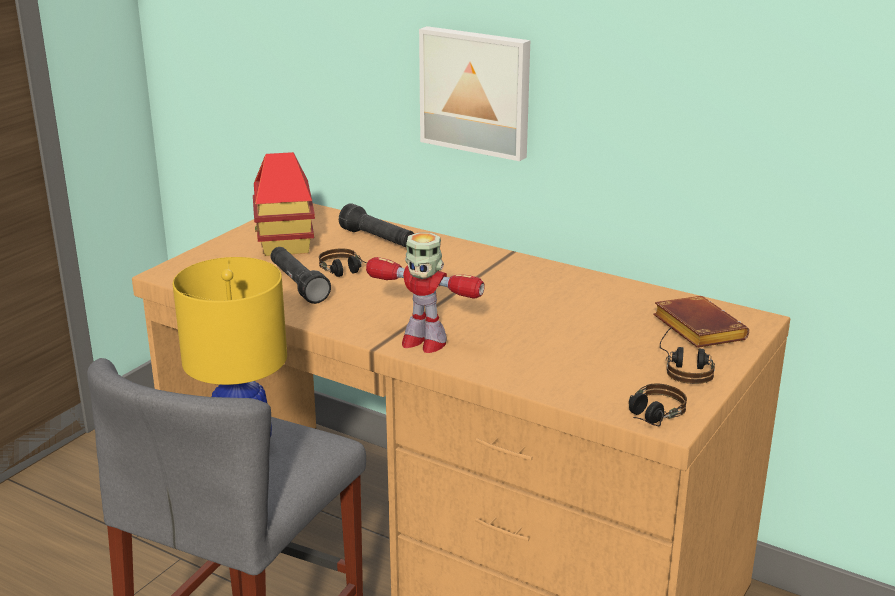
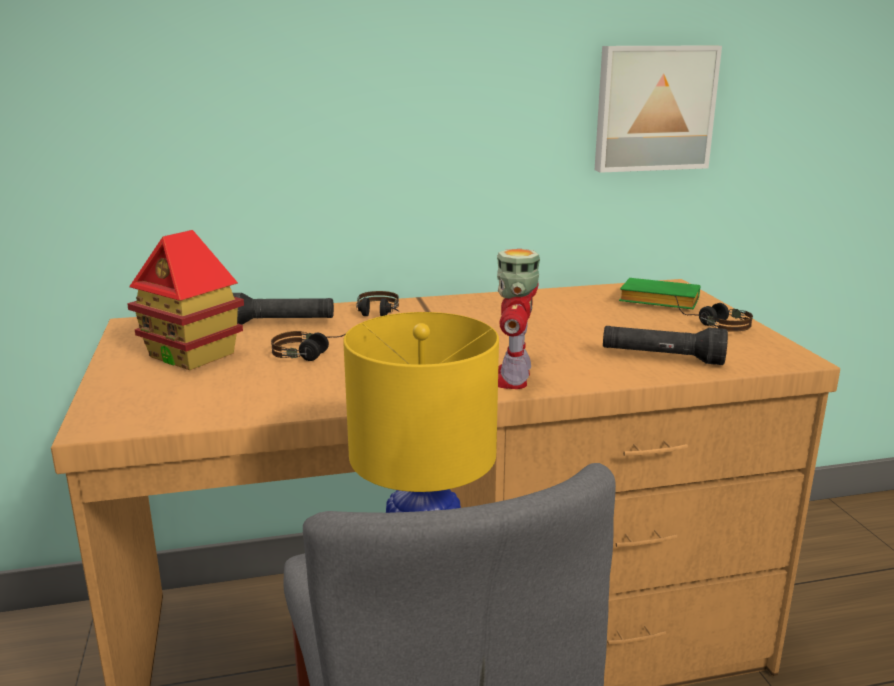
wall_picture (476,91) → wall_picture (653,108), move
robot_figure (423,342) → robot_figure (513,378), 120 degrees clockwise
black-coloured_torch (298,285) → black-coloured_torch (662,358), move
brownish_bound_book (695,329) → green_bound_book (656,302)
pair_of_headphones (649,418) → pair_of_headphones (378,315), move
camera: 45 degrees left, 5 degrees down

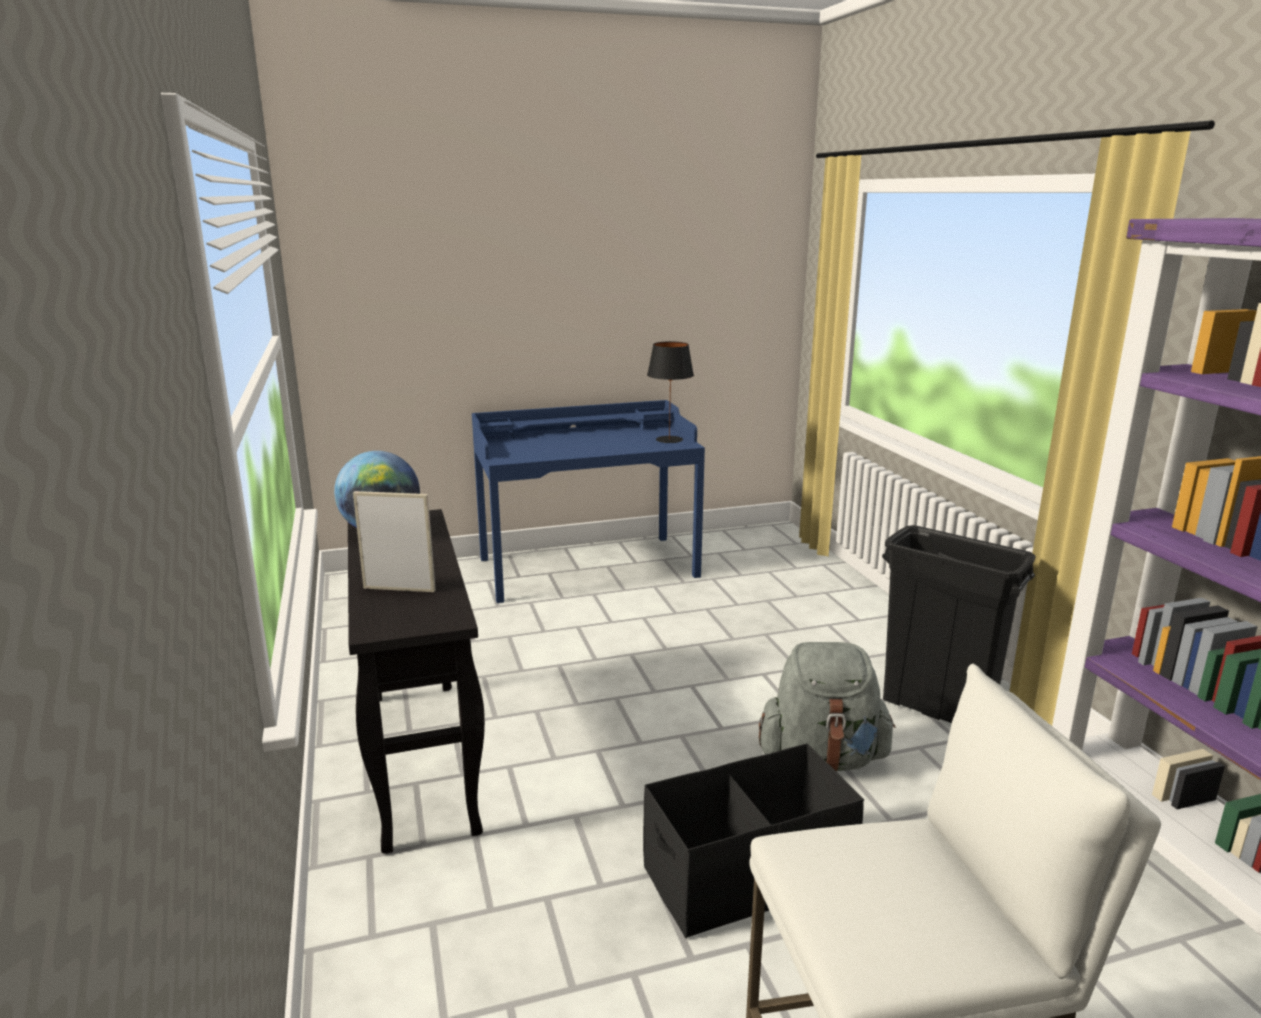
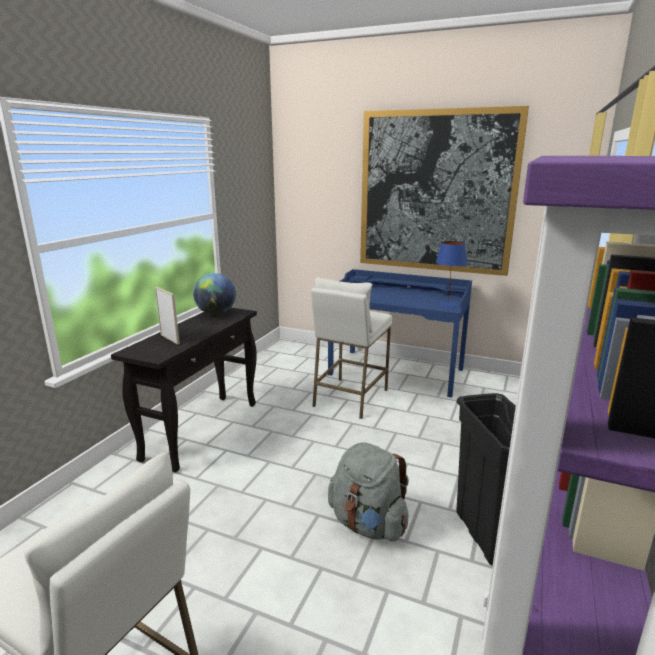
black-coloured_tabletop_lamp (669,439) → bluish_tabletop_lamp (448,304)
black-coloured_storage_bin (747,875) → -
- → wall_picture (436,192)
- → white-coloured_stool_seat (350,398)
camera: 40 degrees right, 0 degrees up

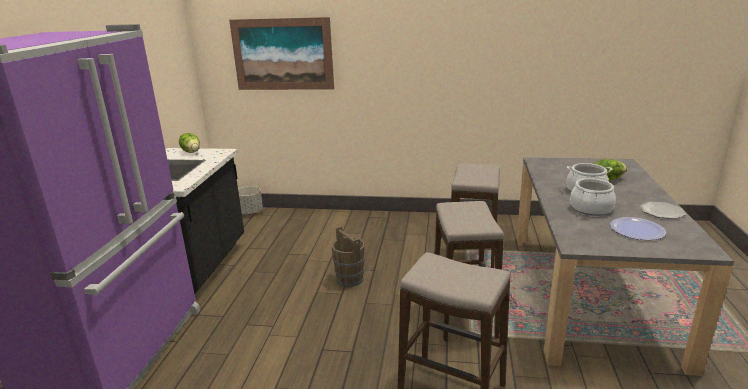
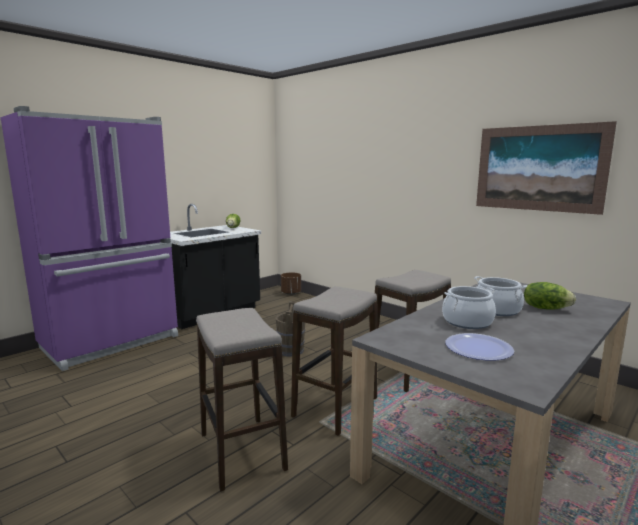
wall_picture (282,54) → wall_picture (538,168), move
greyish_flower_pot (251,212) → brownish_flower_pot (291,293)
dinner_plate (662,211) → -
camera: 35 degrees right, 10 degrees down

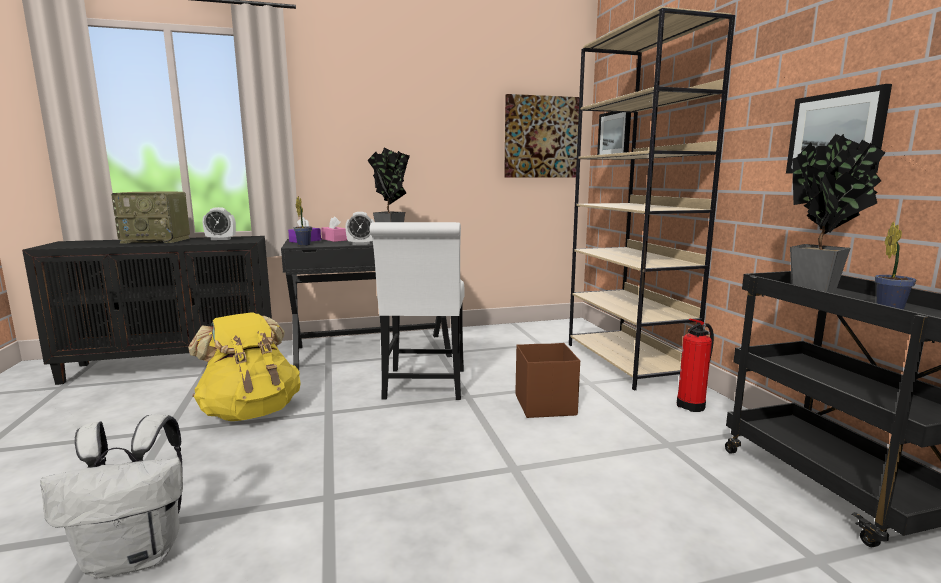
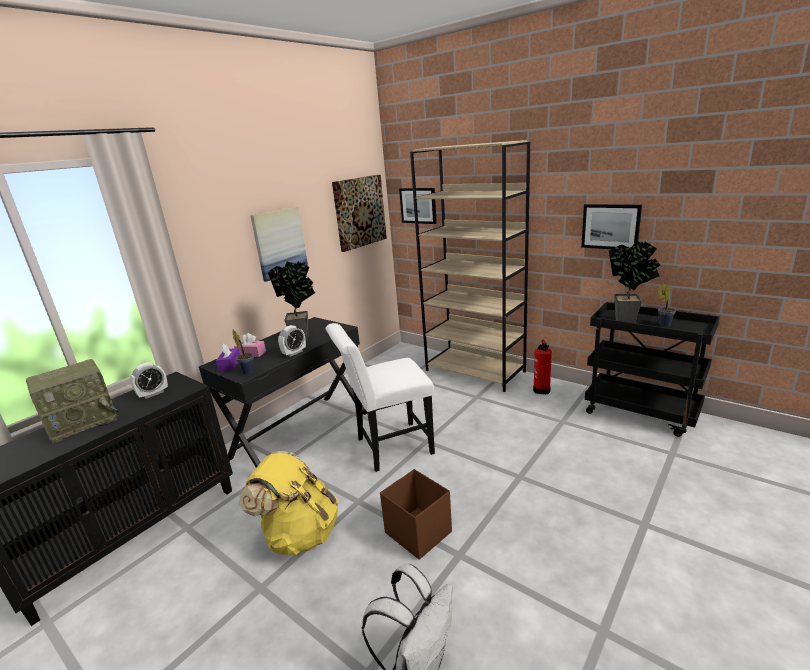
white-coloured_chair (424,387) → white-coloured_chair (389,447), 105 degrees clockwise
brownish_storage_bin (545,404) → brownish_storage_bin (418,532), move
- → wall_picture (279,243)
camera: 35 degrees left, 10 degrees up

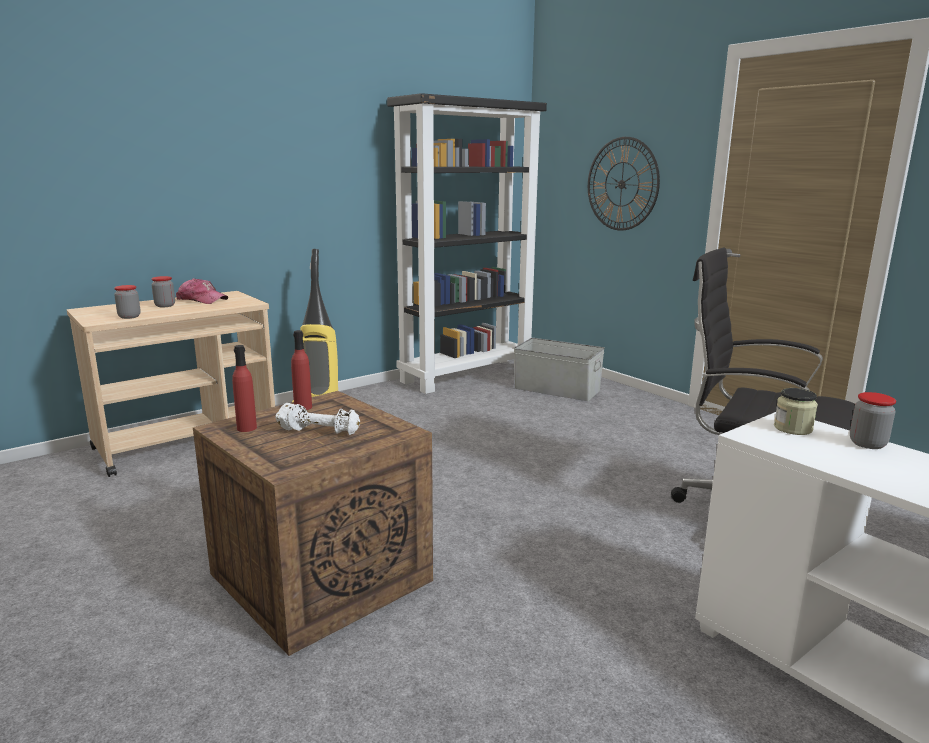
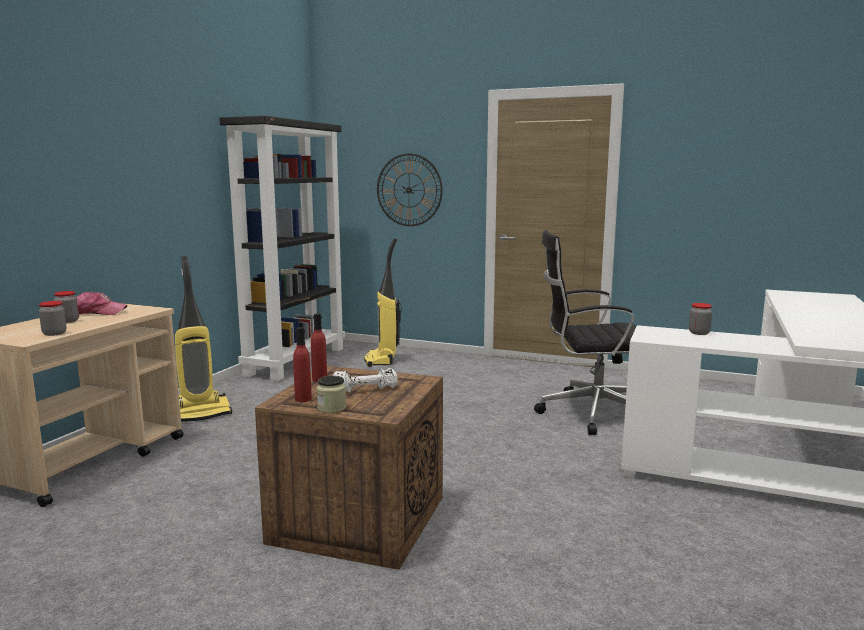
greyish_storage_bin (557,389) → vacuum (381,360)
jar (793,428) → jar (331,408), move
camera: 30 degrees left, 5 degrees down

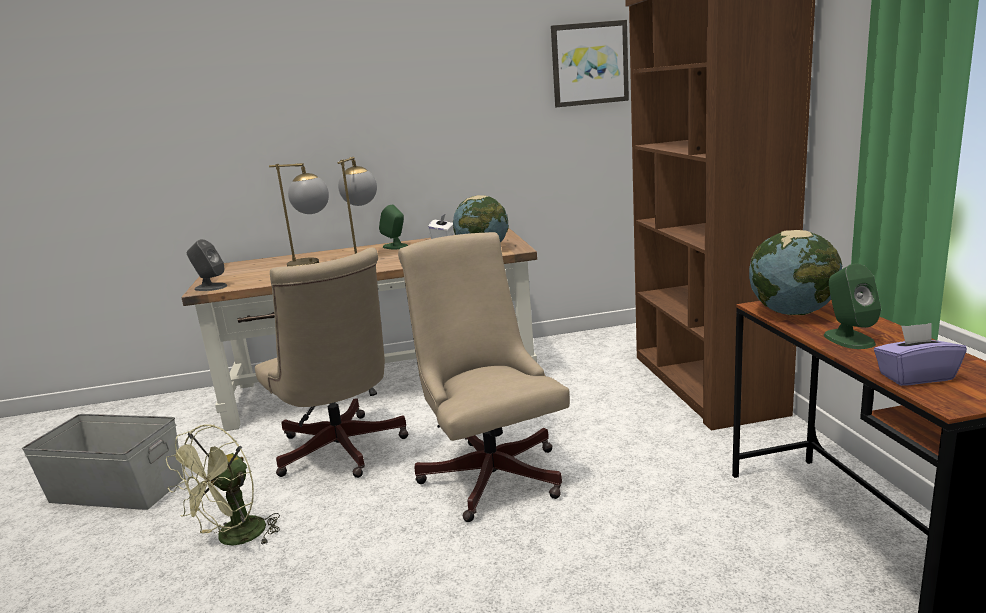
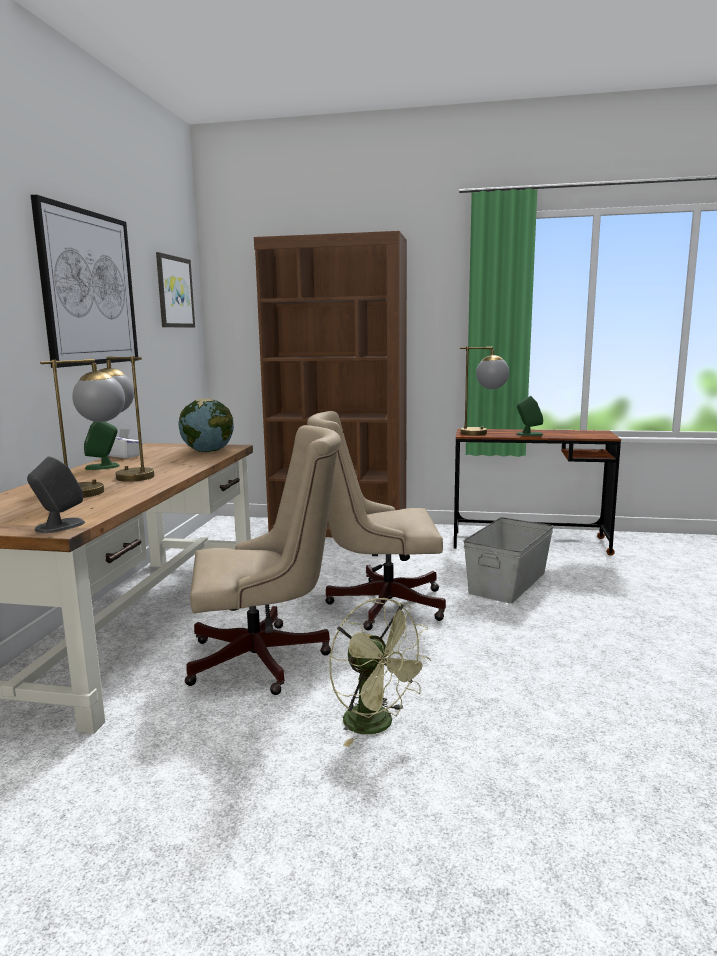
desk_globe (792,312) → tabletop_lamp (483,434)
purplish_tissue_box (915,376) → -
greyish_storage_bin (117,490) → greyish_storage_bin (508,582), move
- → wall_picture (89,288)
camera: 70 degrees left, 5 degrees down

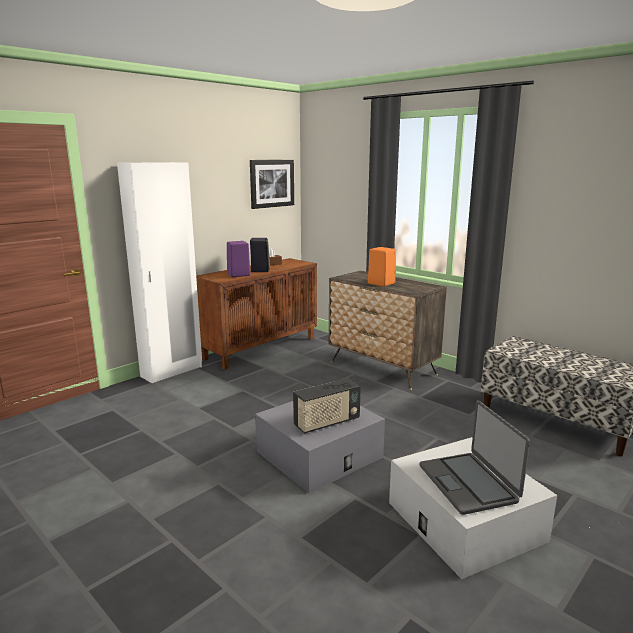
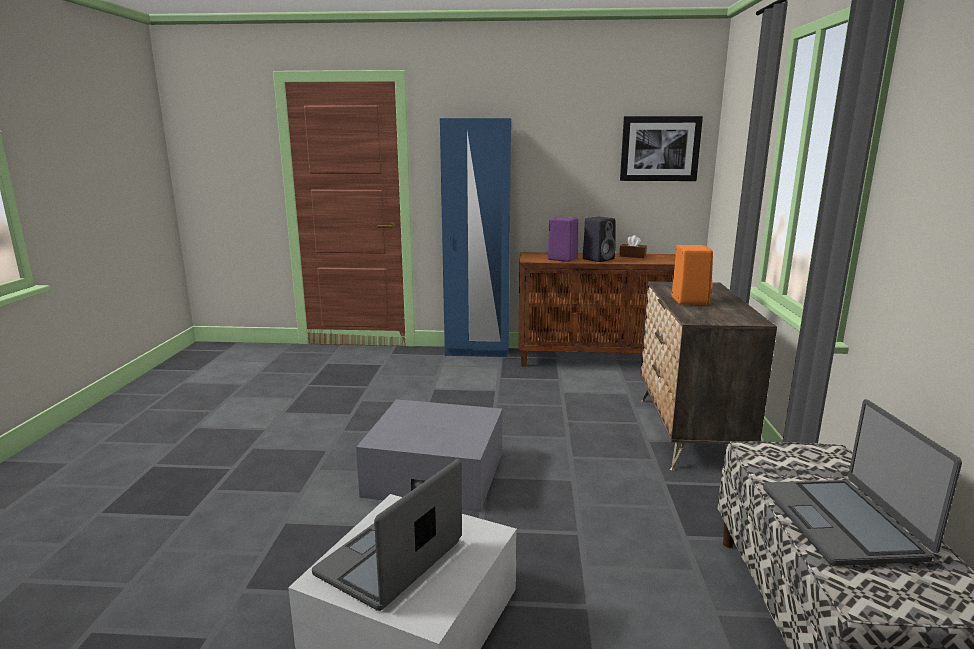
white-coloured_clothes_cupboard (172,371) → bluish_clothes_cupboard (477,352)
radio (327,423) → -
- → notebook_computer (843,522)
camera: 50 degrees right, 0 degrees up

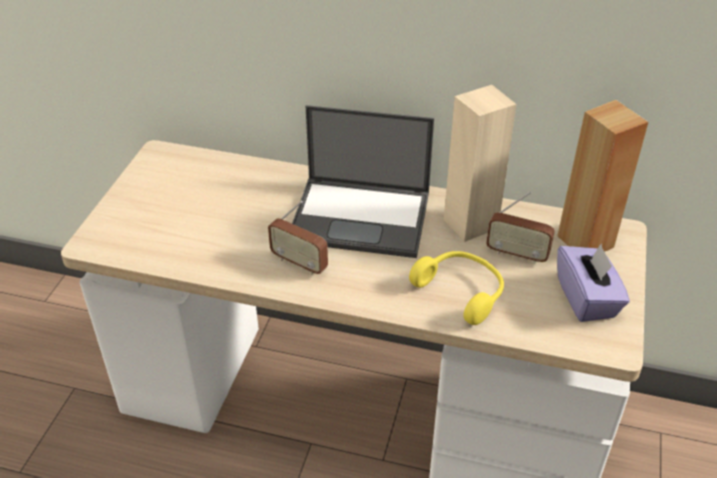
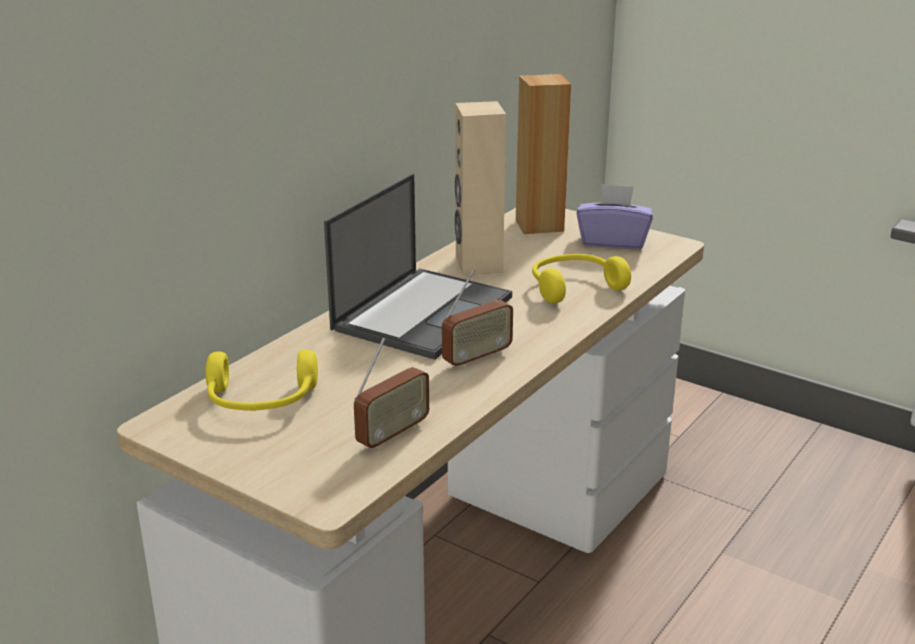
radio (517,254) → radio (392,435), move
- → yellow_pair_of_headphones (260,401)
camera: 70 degrees left, 15 degrees down

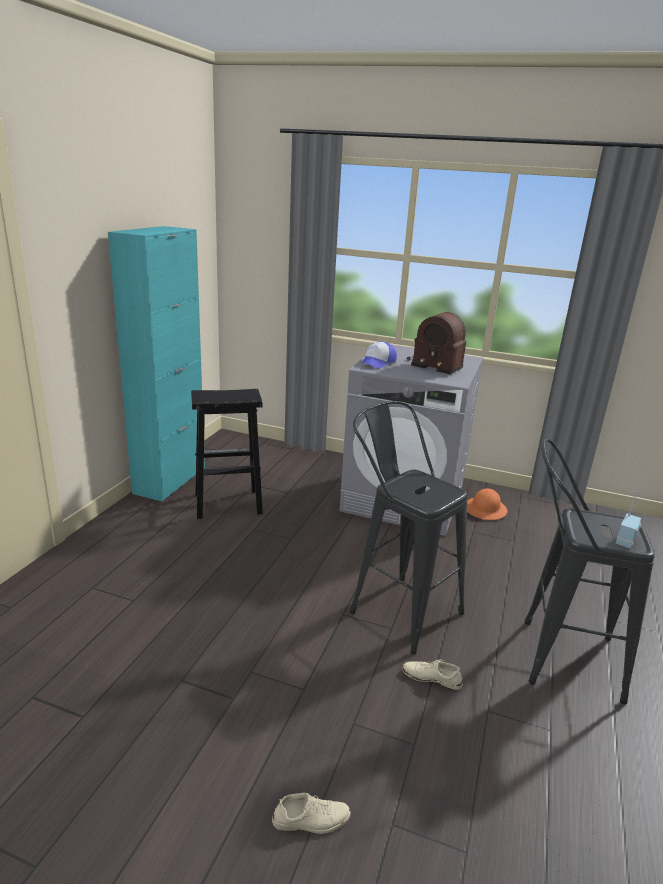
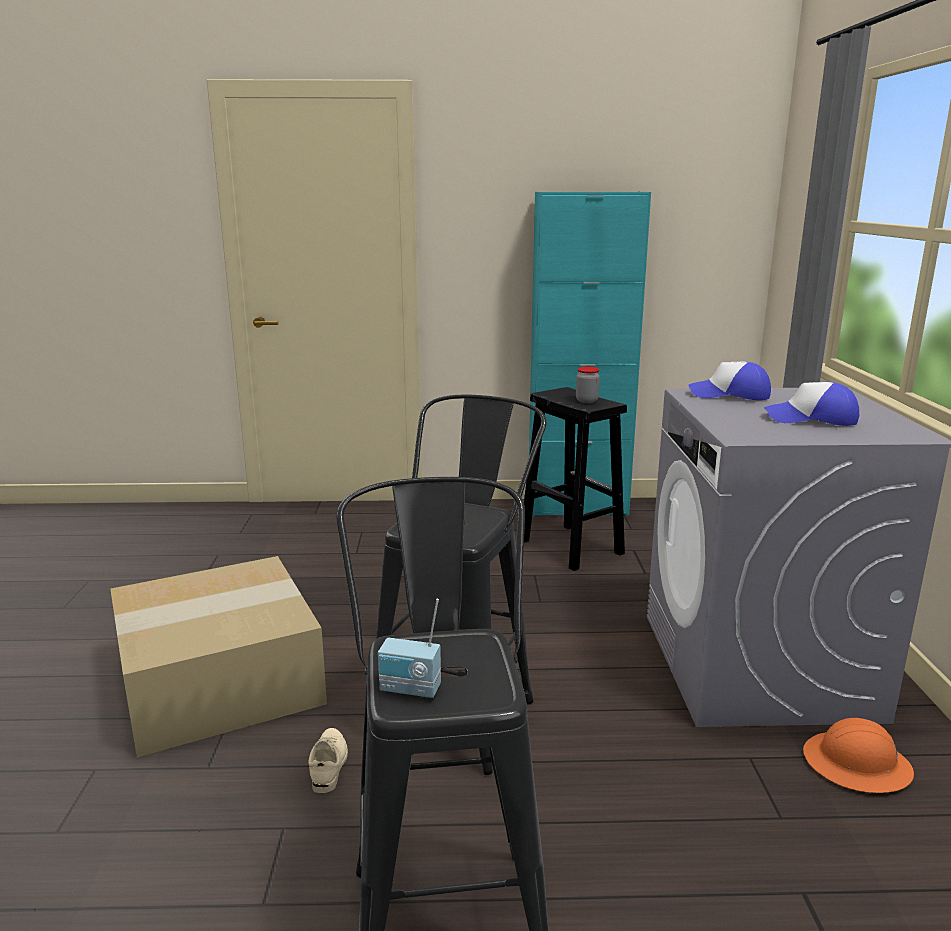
radio (434,364) → baseball_cap (811,419)
sand-coloured_low_shoe (311,819) → -
- → jar (586,401)
- → cardboard_box (222,678)
camera: 70 degrees right, 5 degrees down

